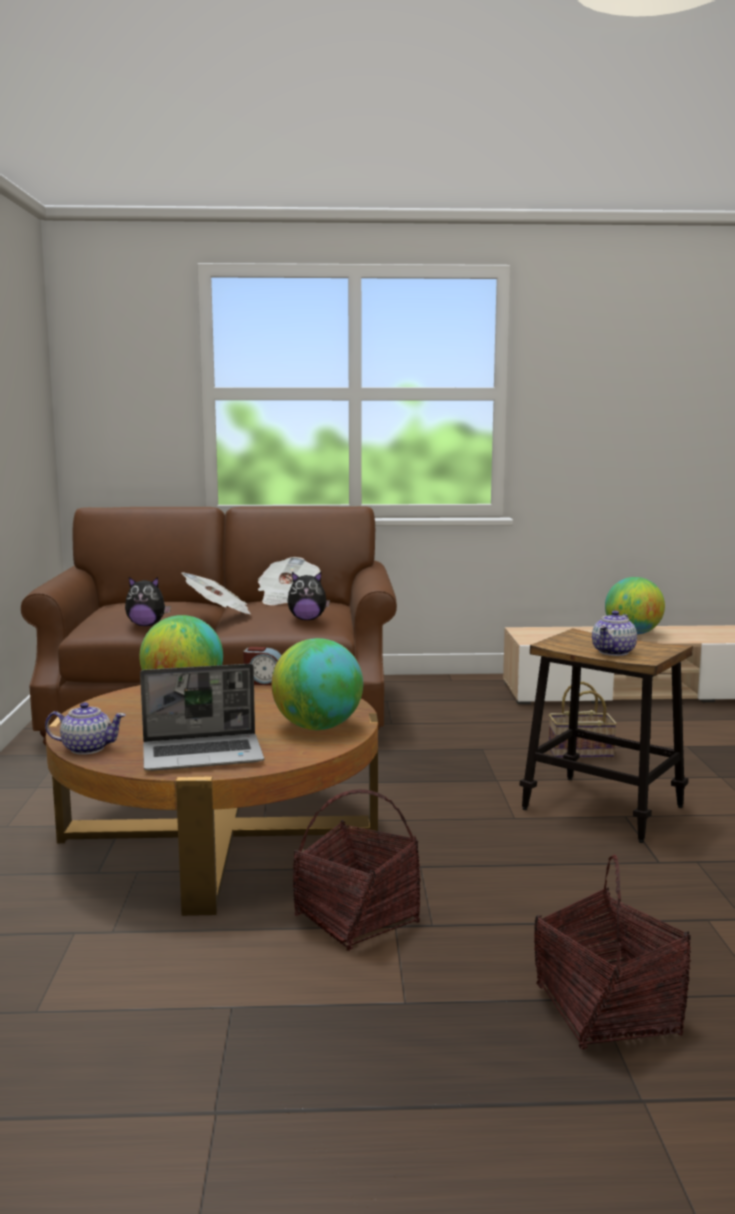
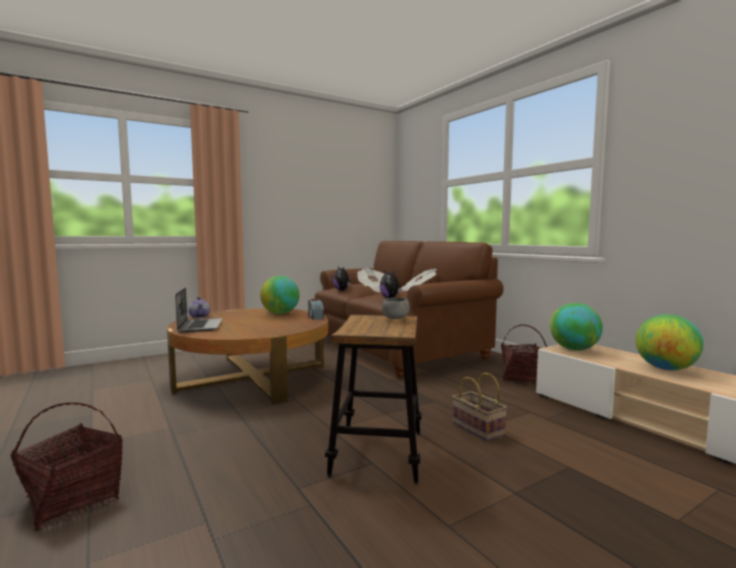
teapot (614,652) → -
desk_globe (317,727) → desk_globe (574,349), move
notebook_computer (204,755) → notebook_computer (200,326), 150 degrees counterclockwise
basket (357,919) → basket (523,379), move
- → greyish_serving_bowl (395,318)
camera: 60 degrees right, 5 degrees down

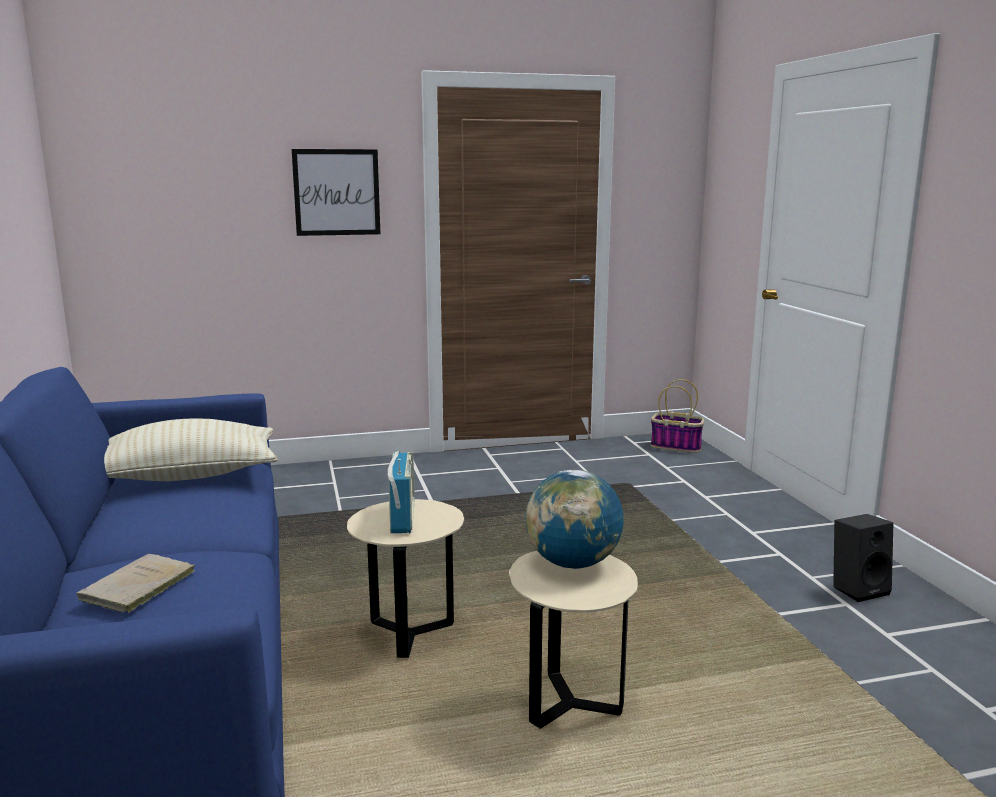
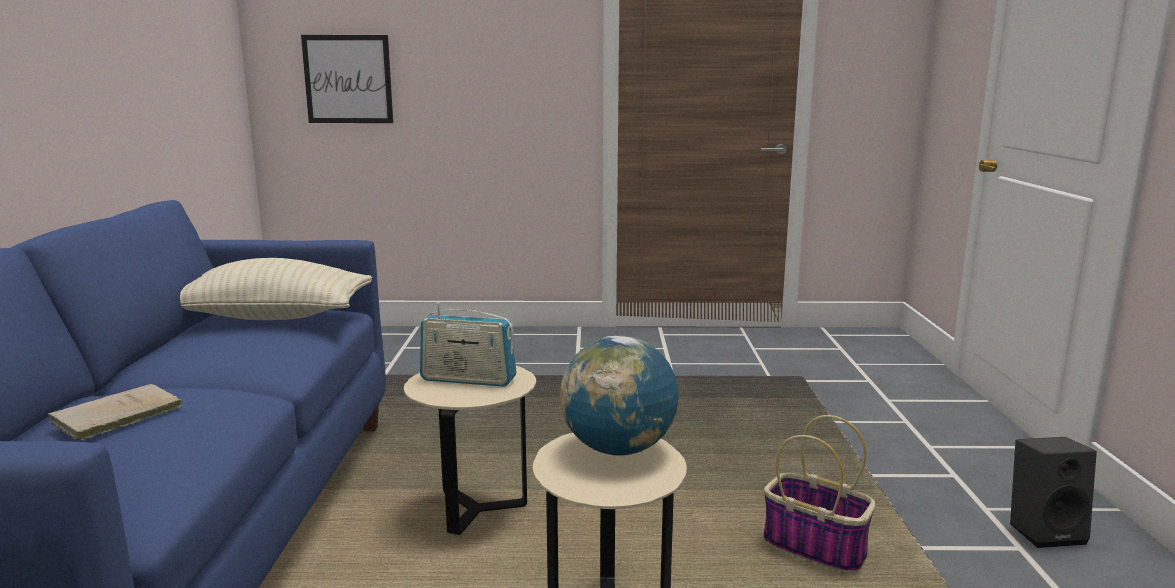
wall_picture (336,192) → wall_picture (348,79), move
basket (677,446) → basket (816,548), move
radio (402,518) → radio (468,379), 90 degrees clockwise
camera: 15 degrees right, 0 degrees up

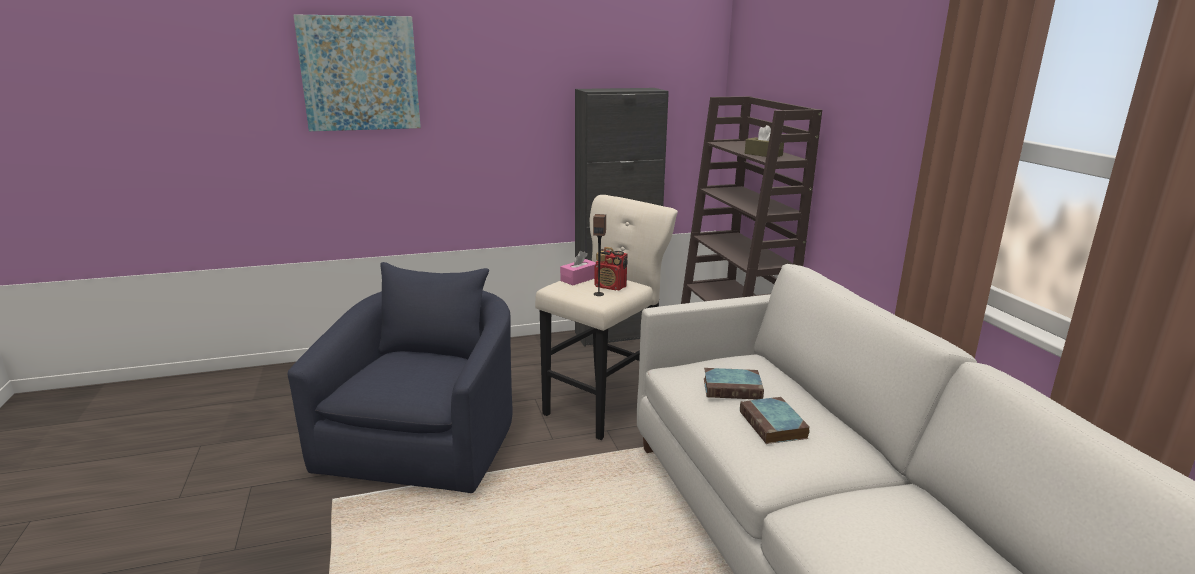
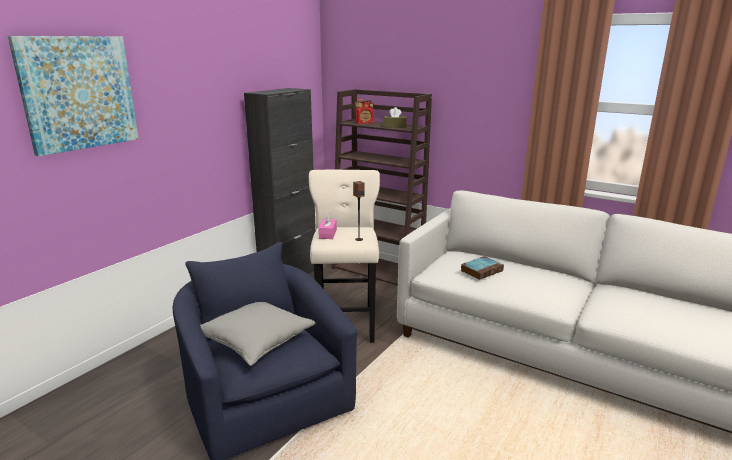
radio (610,287) → radio (364,123), move
bound_book (774,425) → -
- → greyish_pillow (256,341)
camera: 40 degrees left, 0 degrees up

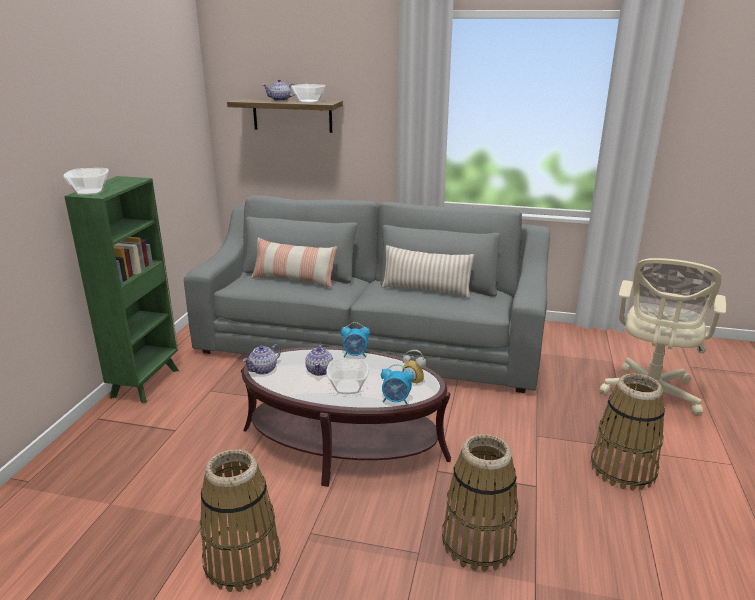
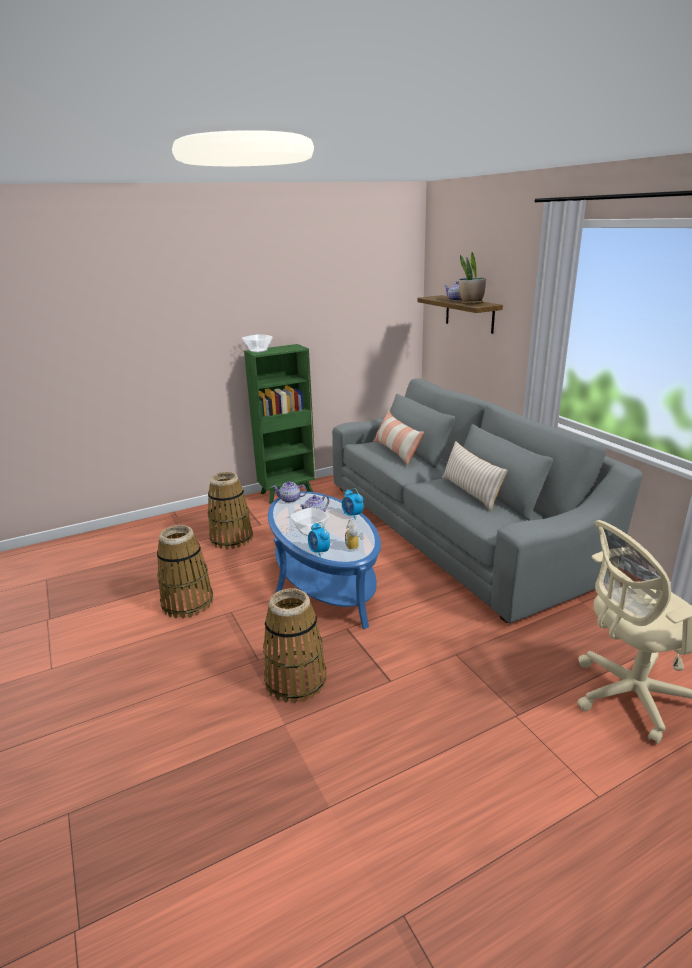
serving_bowl (309,101) → potted_plant (471,303)
brownish_low_table (343,443) → bluish_low_table (324,580)
basket (623,469) → basket (231,538), move
camera: 50 degrees right, 0 degrees up

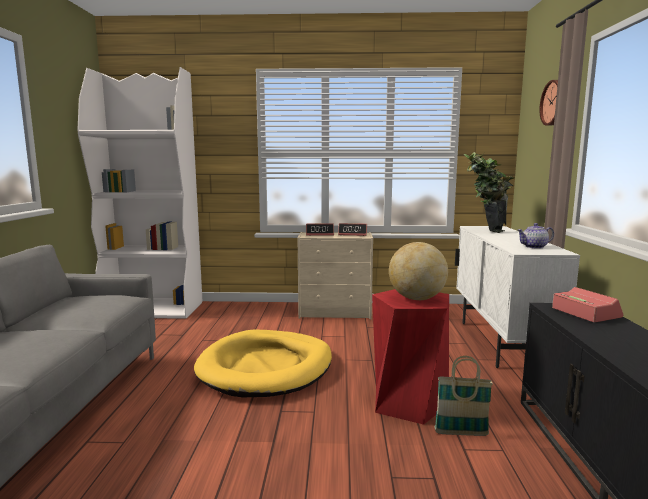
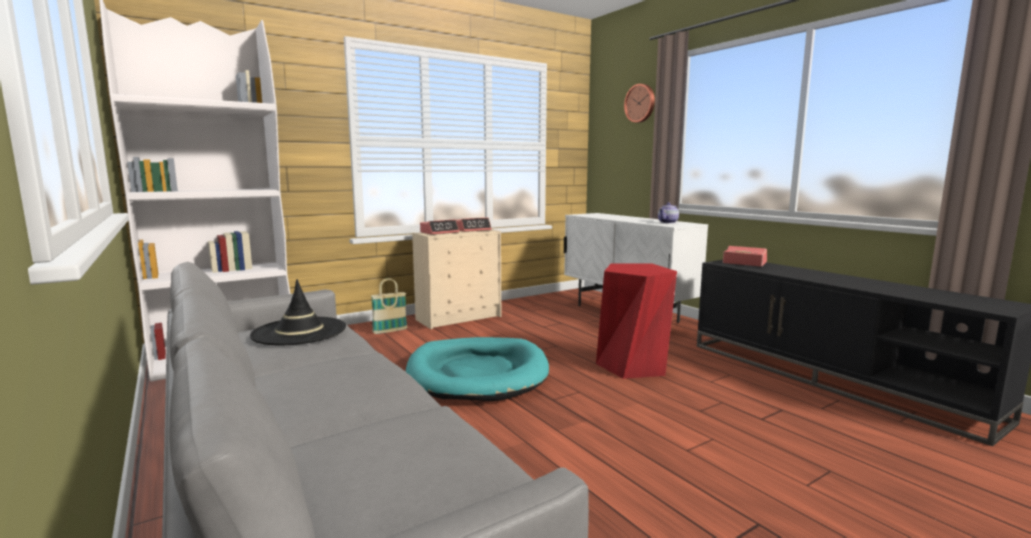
potted_plant (484,230) → -
desk_globe (416,299) → -
yellow_pet_bed (266,367) → turquoise_pet_bed (477,374)
basket (461,433) → basket (390,331), move
- → black-coloured_wearable_hat (299,331)
camera: 35 degrees left, 0 degrees up

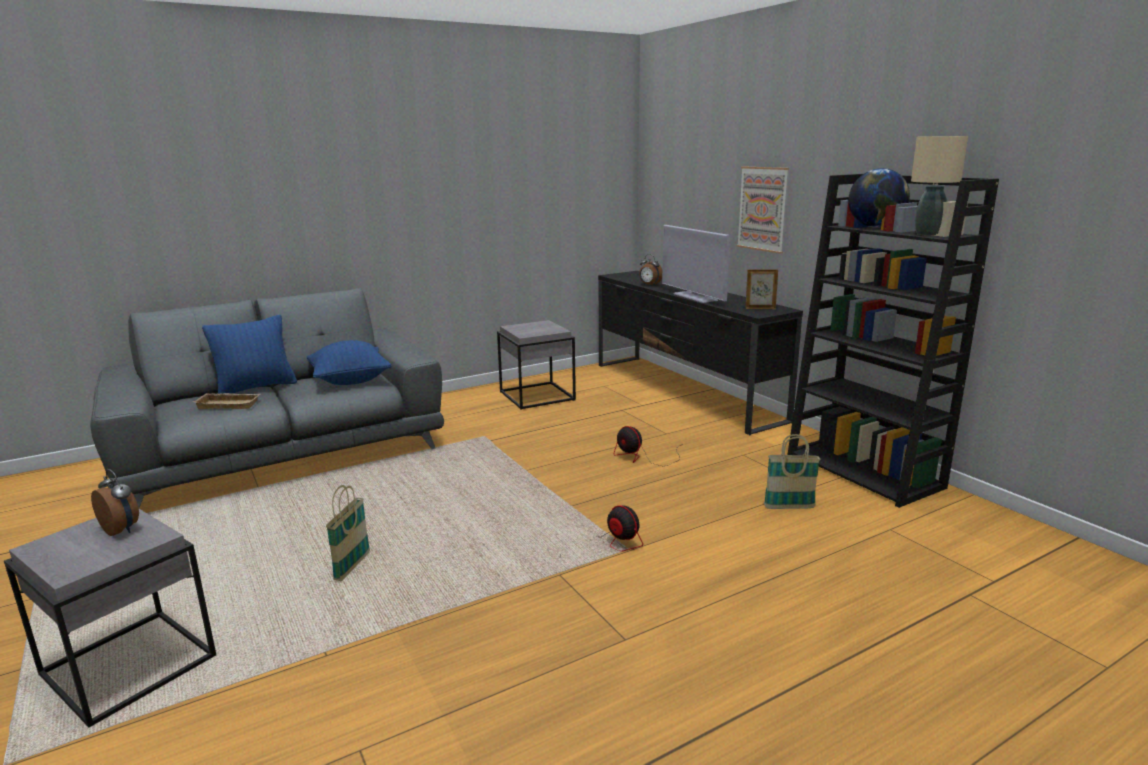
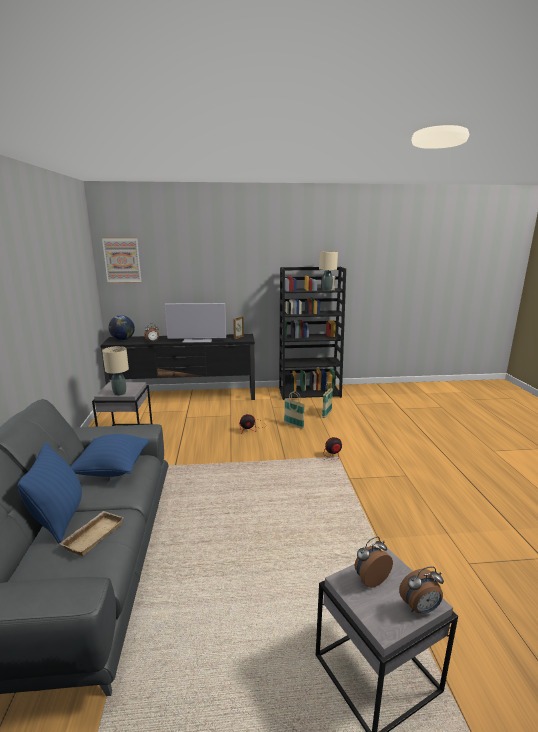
wall_picture (763,209) → wall_picture (122,260), move
desk_globe (875,227) → desk_globe (123,339), move
basket (352,567) → basket (293,425), move
- → sand-coloured_tabletop_lamp (120,393)
- → bedside_clock (420,608)
camera: 65 degrees left, 0 degrees up

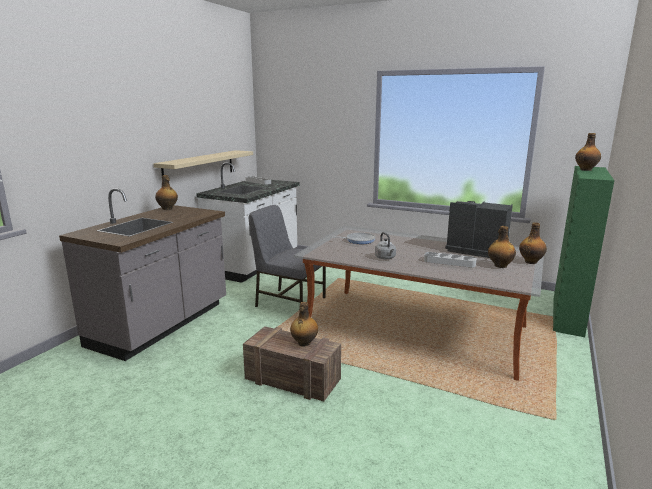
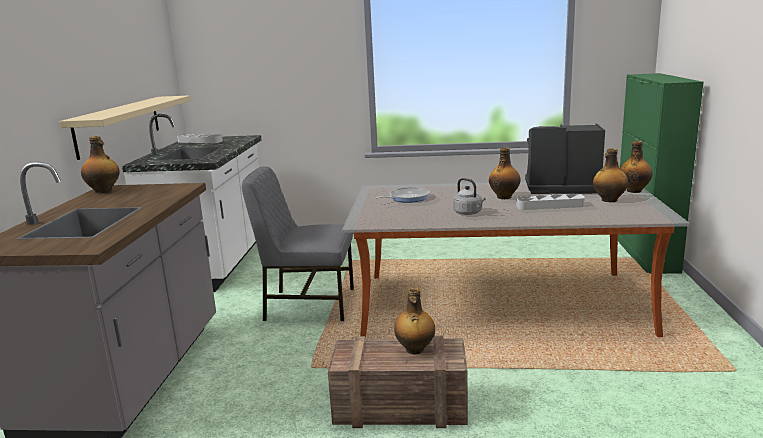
drink_bottle (586,170) → drink_bottle (504,197), move
camera: 20 degrees left, 0 degrees up

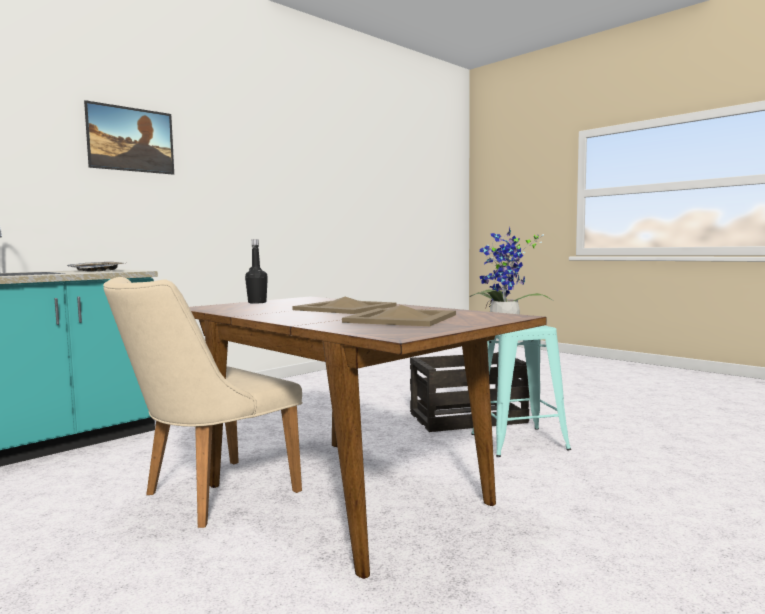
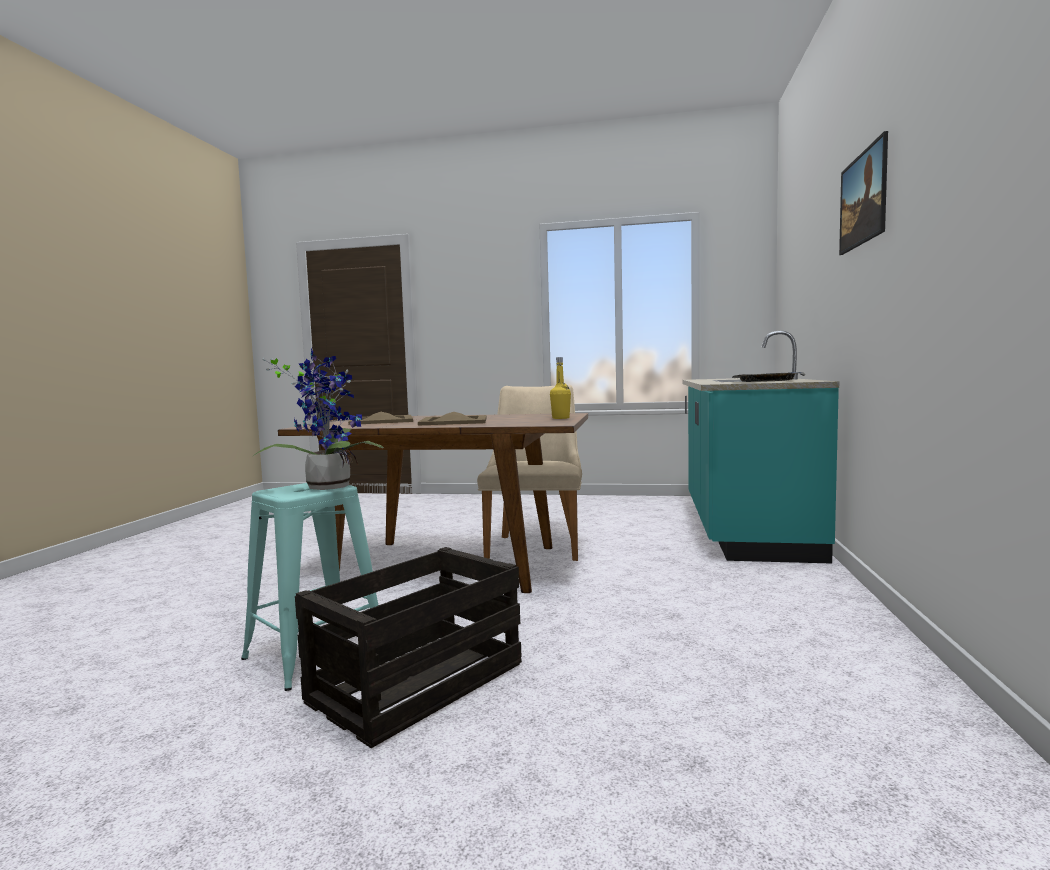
black-coloured_drink_bottle (257,302) → yellow_drink_bottle (560,418)
camera: 145 degrees right, 0 degrees up

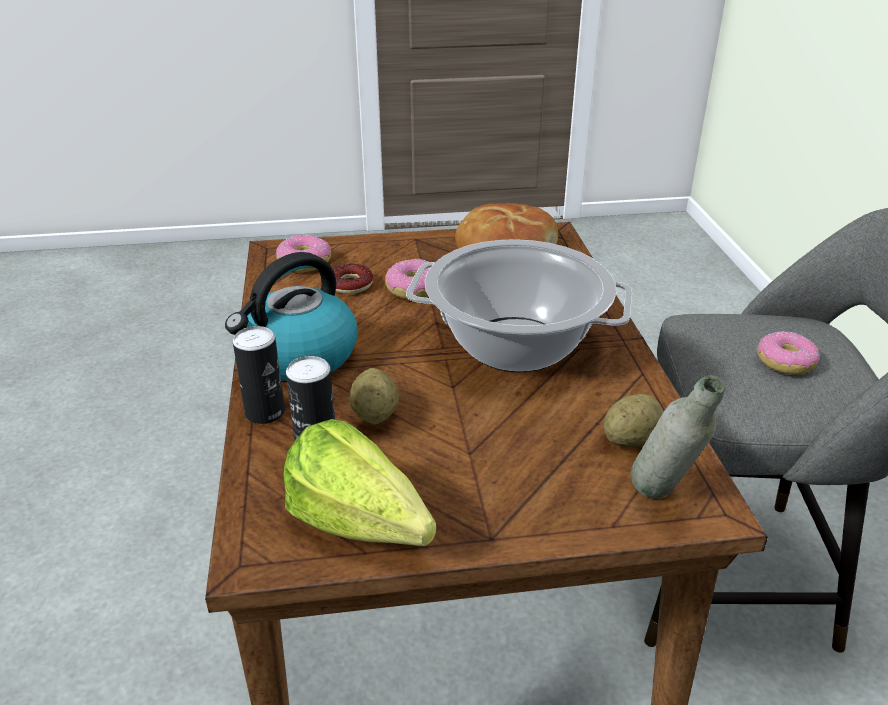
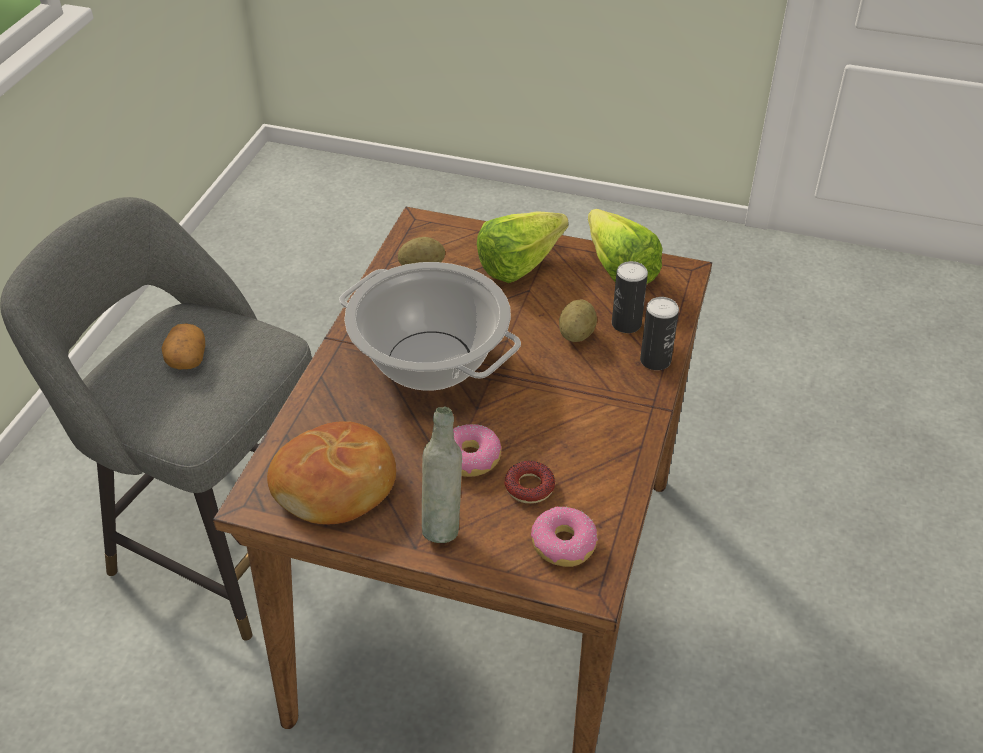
tea_kettle (299,357) → -
doughnut (785,362) → whole_potato (186,358)
greyish_drink_bottle (662,502) → greyish_drink_bottle (443,523), move
- → head_of_lettuce (527,263)
camera: 155 degrees left, 10 degrees up

